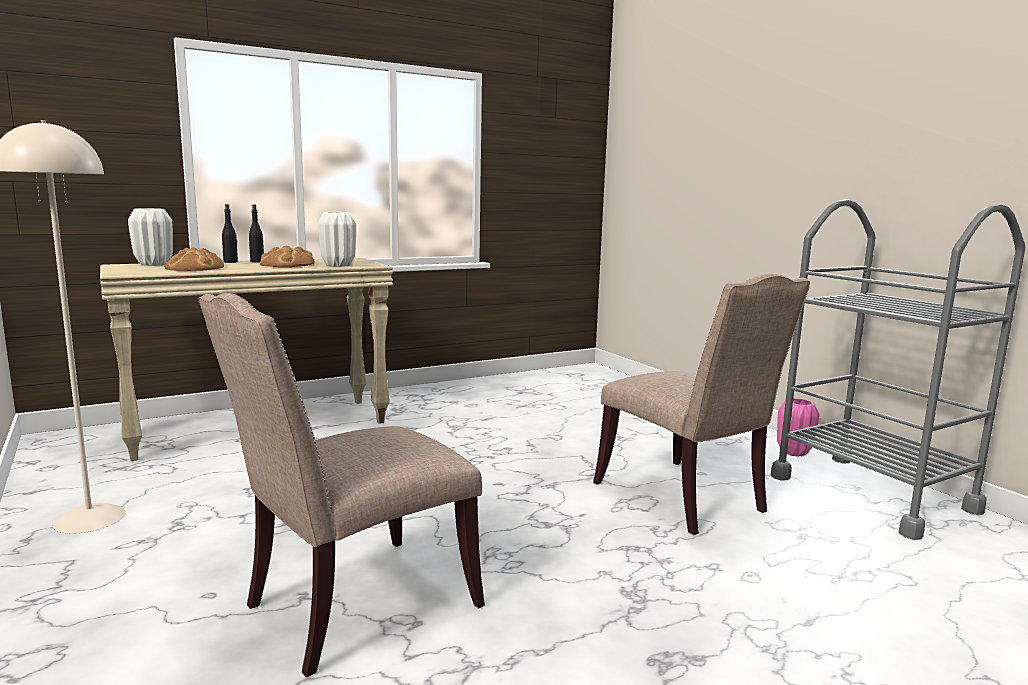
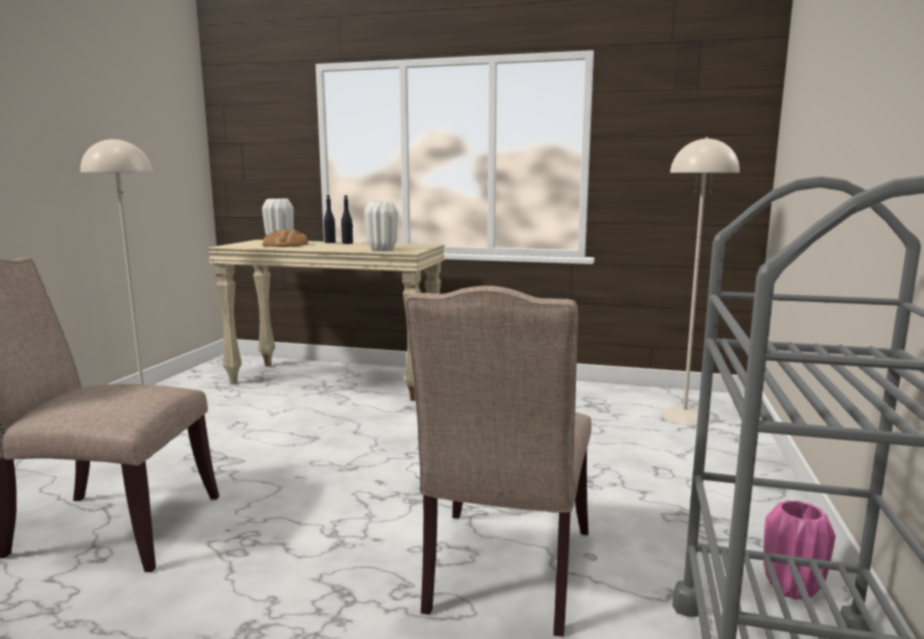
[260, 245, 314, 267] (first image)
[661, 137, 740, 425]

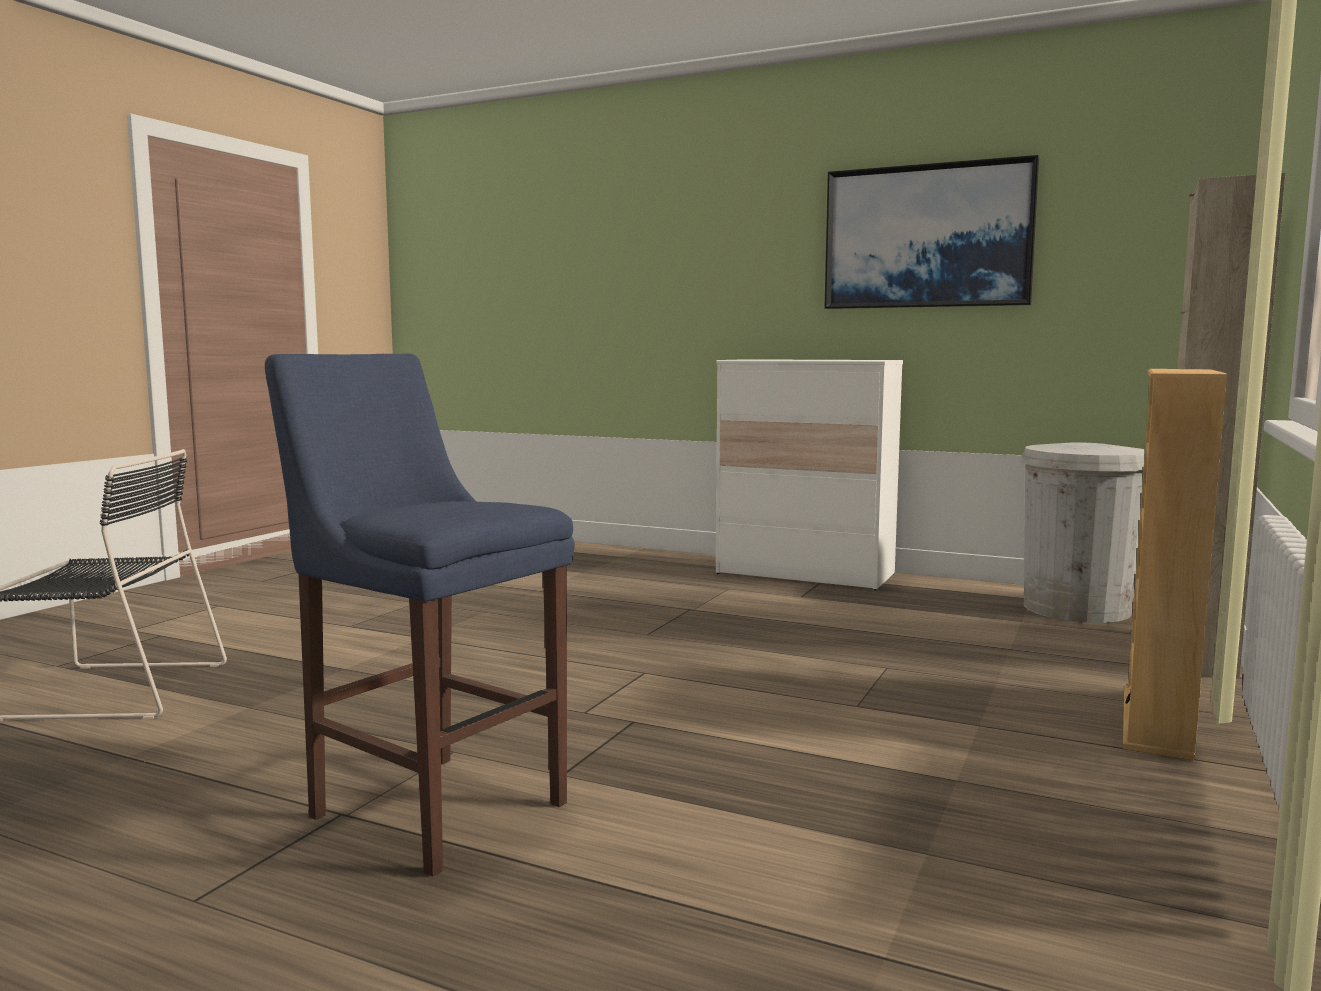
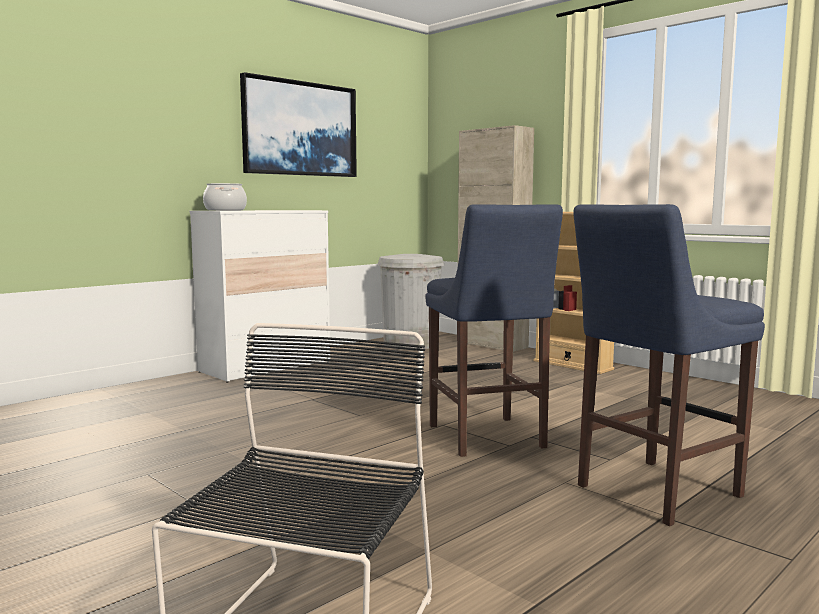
[203, 183, 247, 211]
[425, 204, 563, 457]

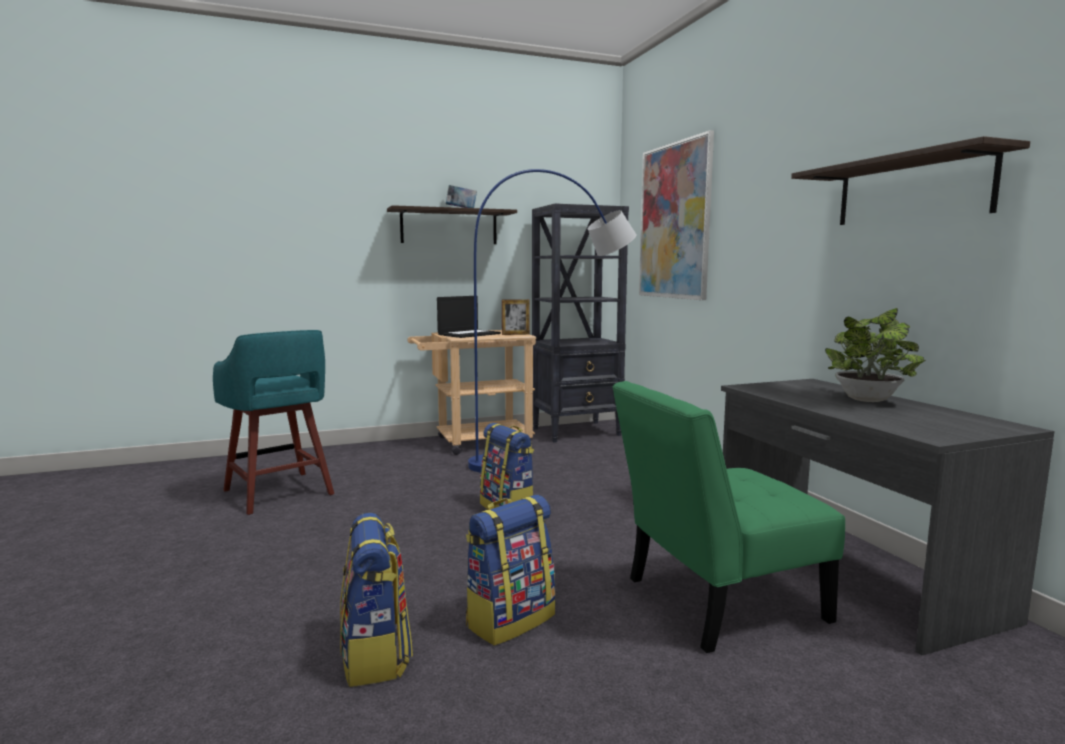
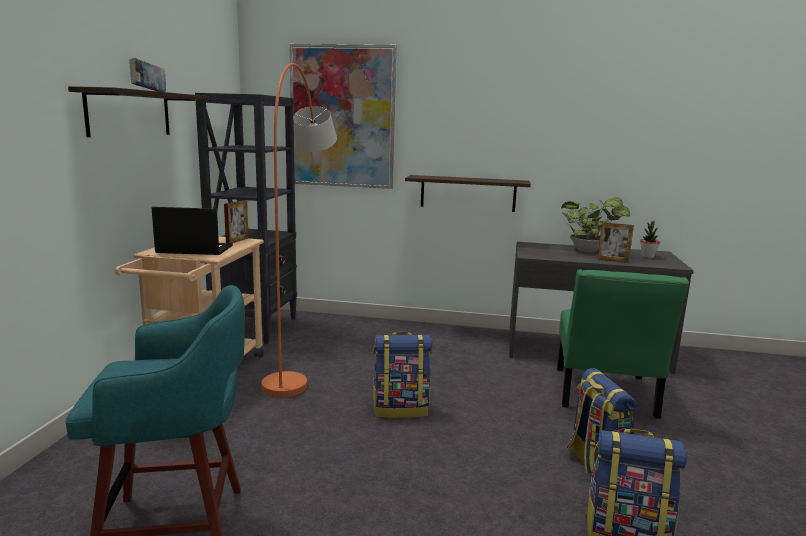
[405, 175, 531, 212]
[261, 63, 337, 398]
[152, 207, 233, 255]
[640, 221, 660, 258]
[597, 222, 634, 263]

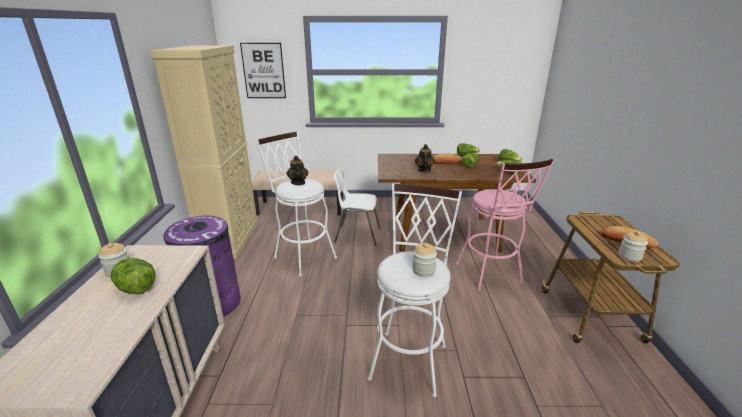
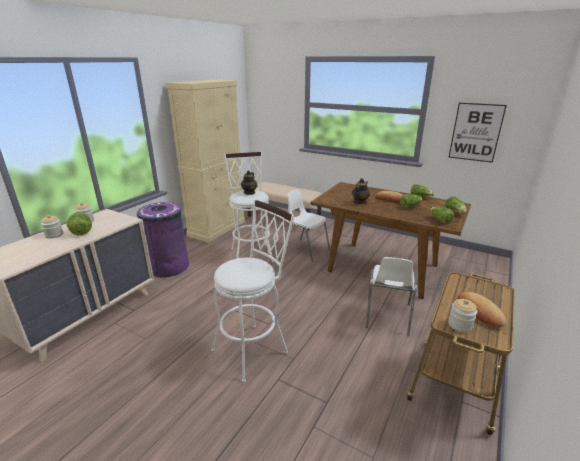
[449, 103, 507, 163]
[366, 257, 417, 335]
[41, 215, 63, 239]

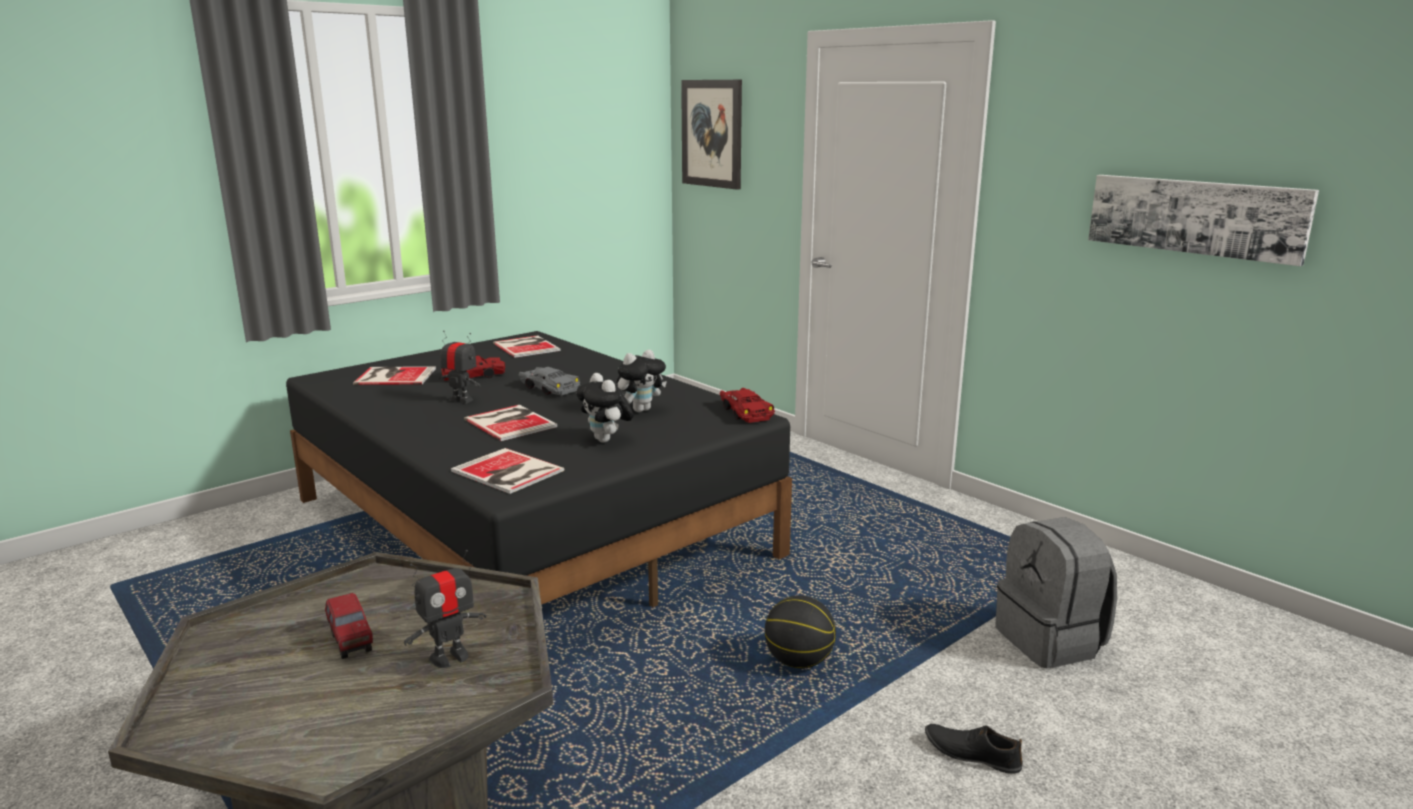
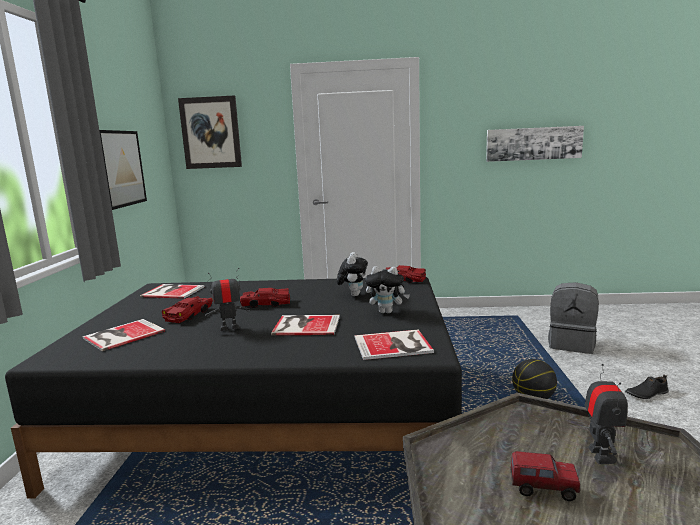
[240, 288, 290, 308]
[99, 130, 147, 210]

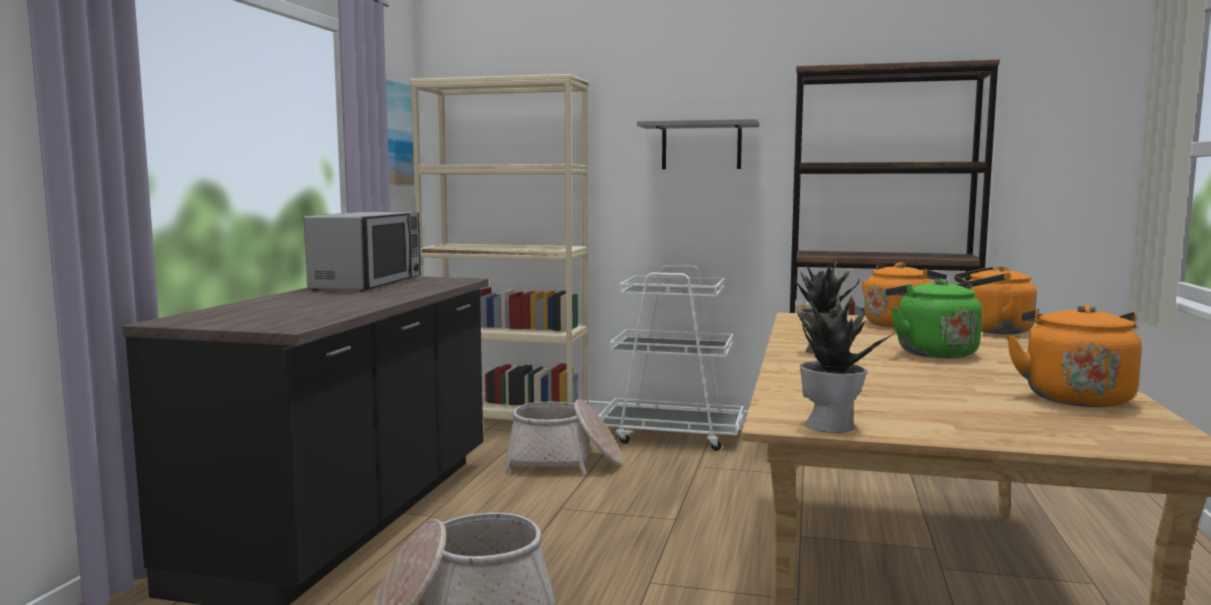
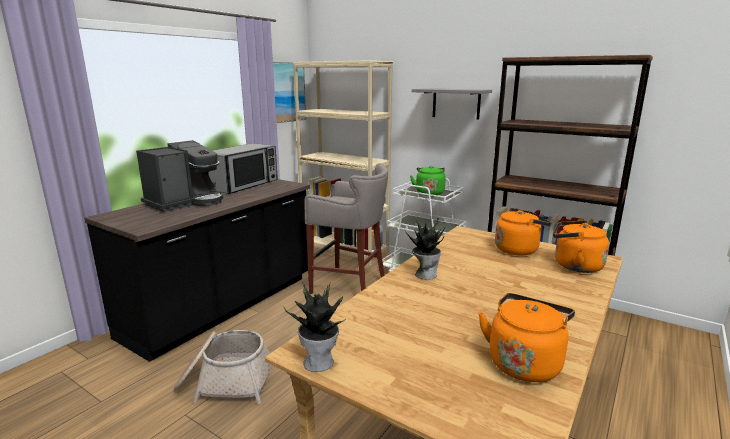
[410, 166, 446, 196]
[305, 163, 388, 294]
[136, 140, 223, 212]

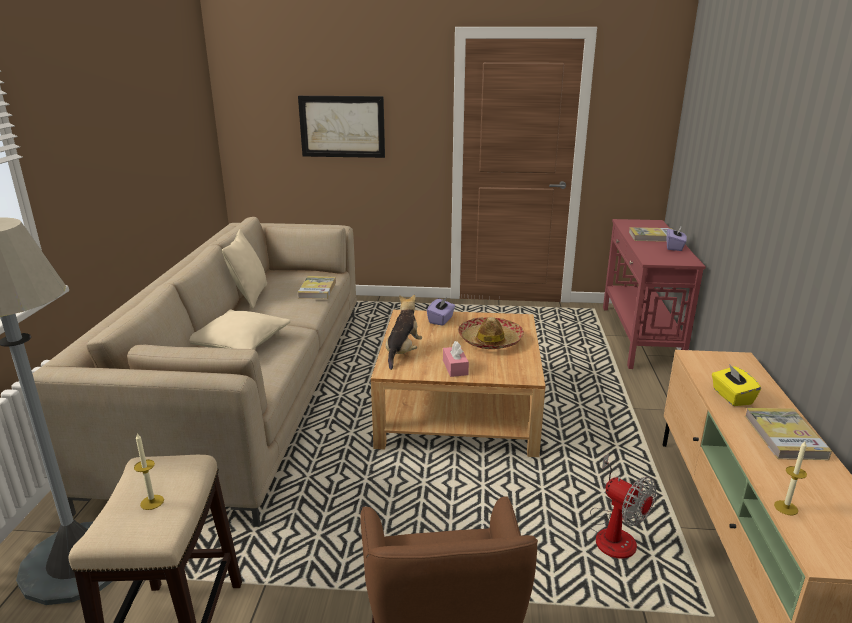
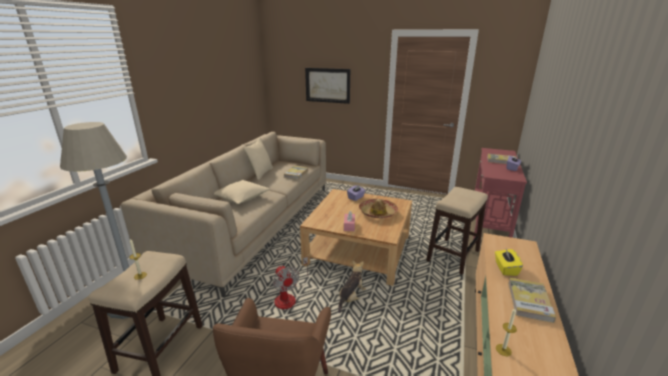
[338, 261, 366, 313]
[273, 257, 308, 309]
[426, 187, 488, 275]

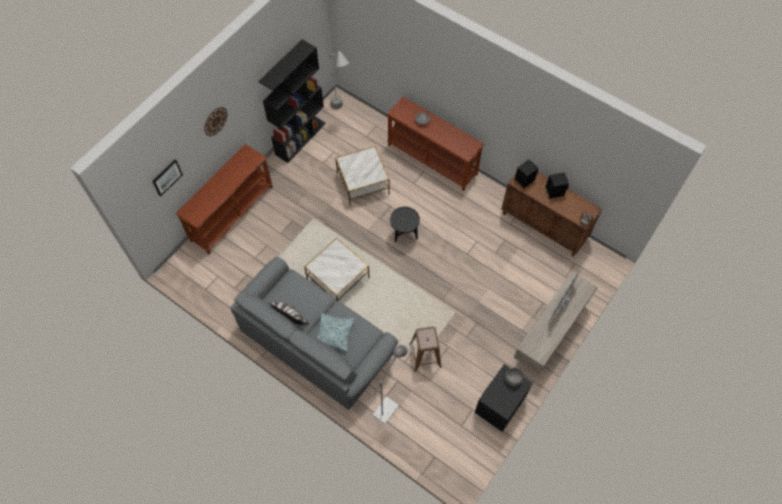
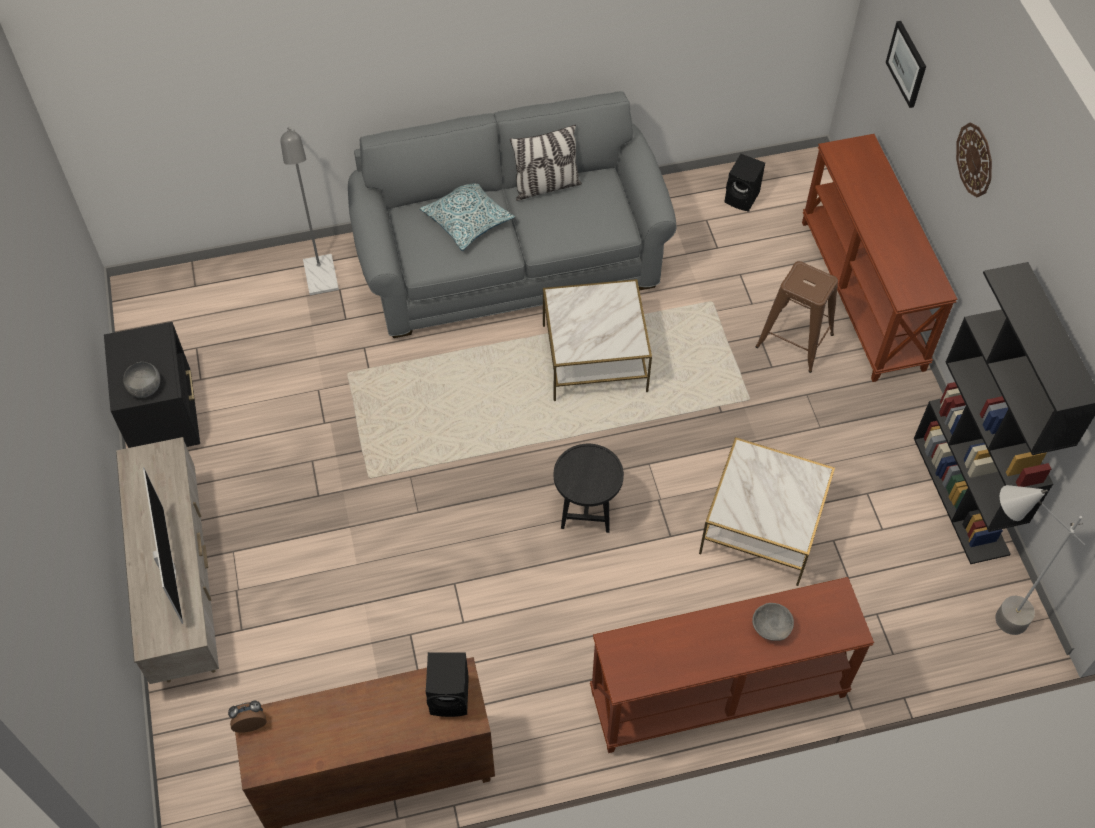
[725, 154, 765, 212]
[755, 261, 838, 373]

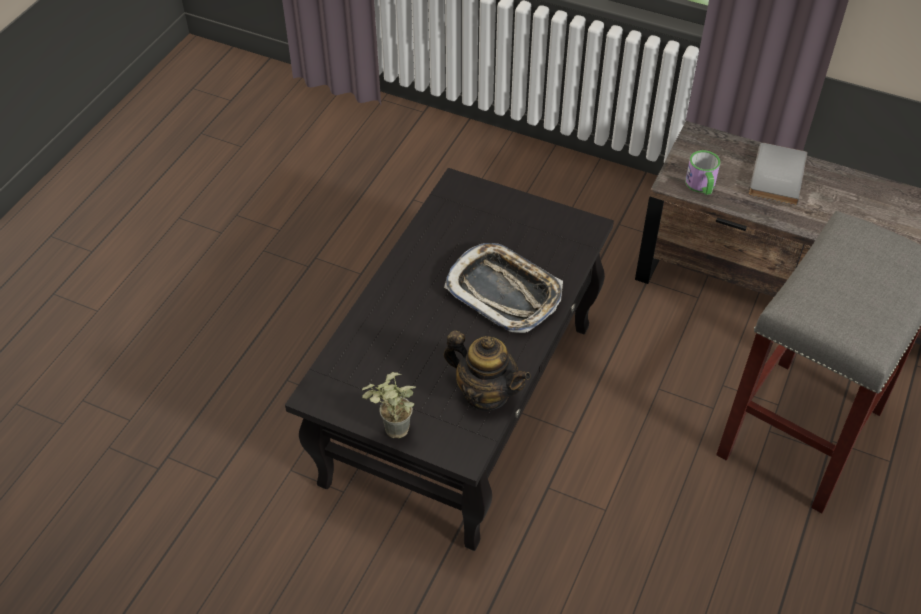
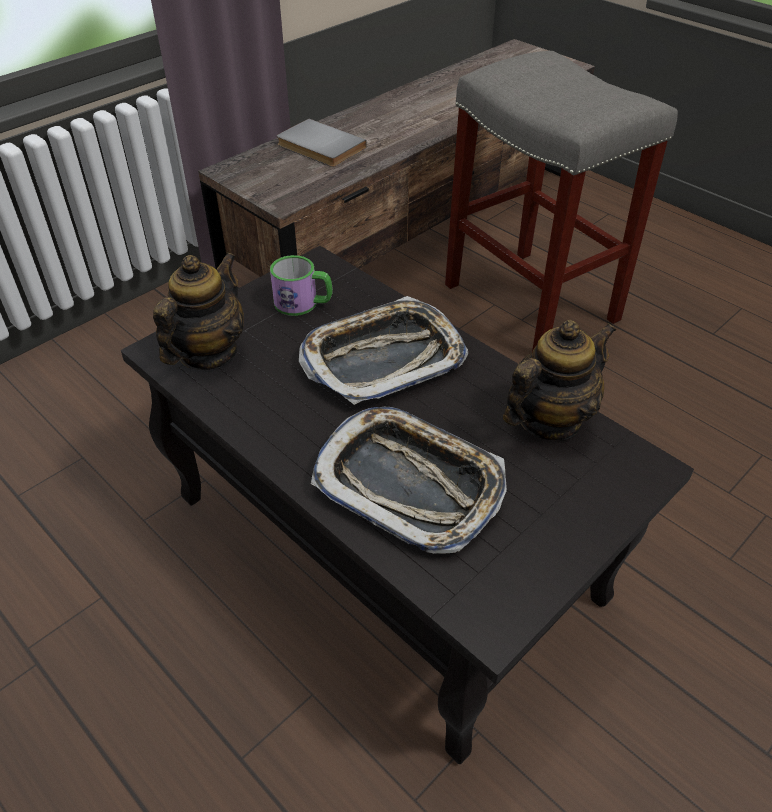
[270, 255, 333, 316]
[362, 372, 416, 438] (first image)
[153, 252, 244, 370]
[311, 407, 507, 554]

